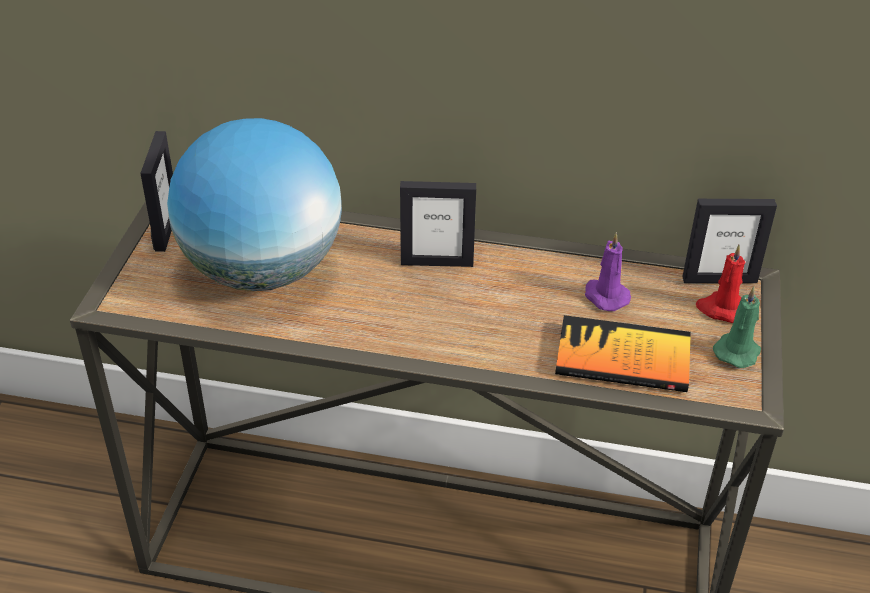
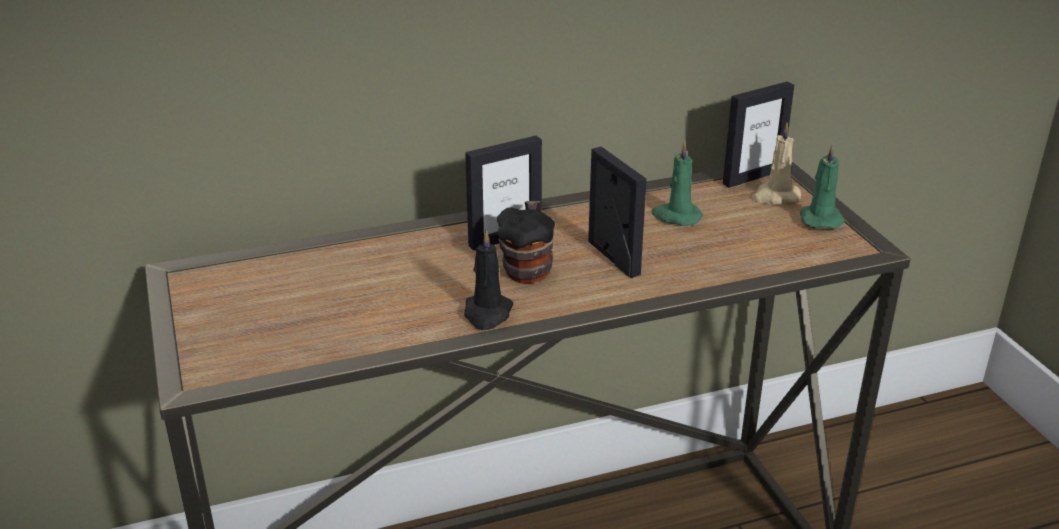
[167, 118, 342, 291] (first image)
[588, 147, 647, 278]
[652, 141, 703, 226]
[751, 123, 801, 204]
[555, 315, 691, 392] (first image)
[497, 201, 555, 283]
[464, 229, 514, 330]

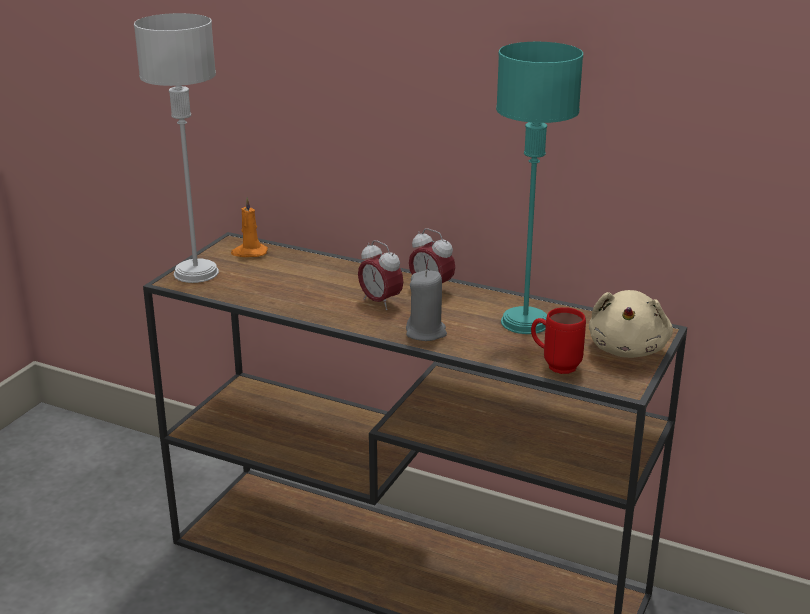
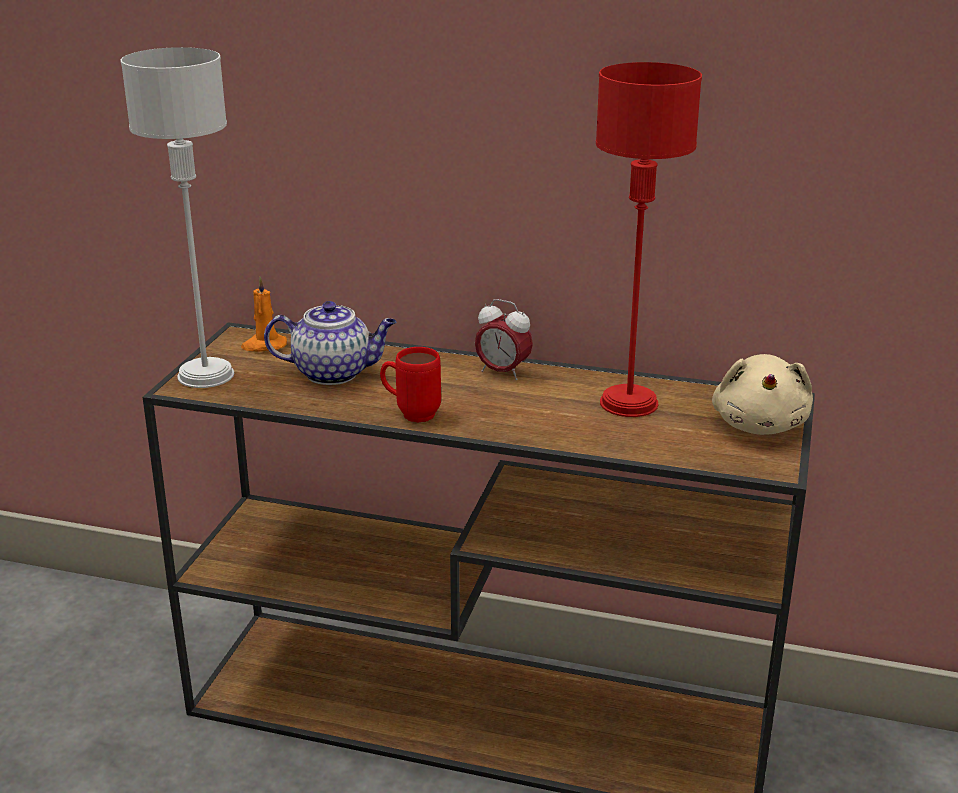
[596, 62, 702, 417]
[358, 240, 403, 310] (first image)
[406, 270, 447, 341] (first image)
[380, 347, 441, 422]
[264, 301, 396, 385]

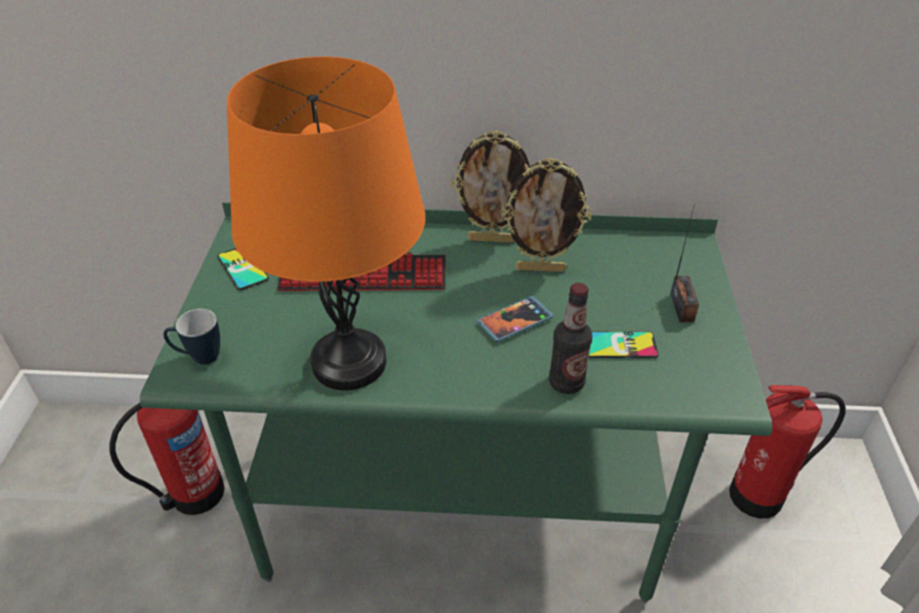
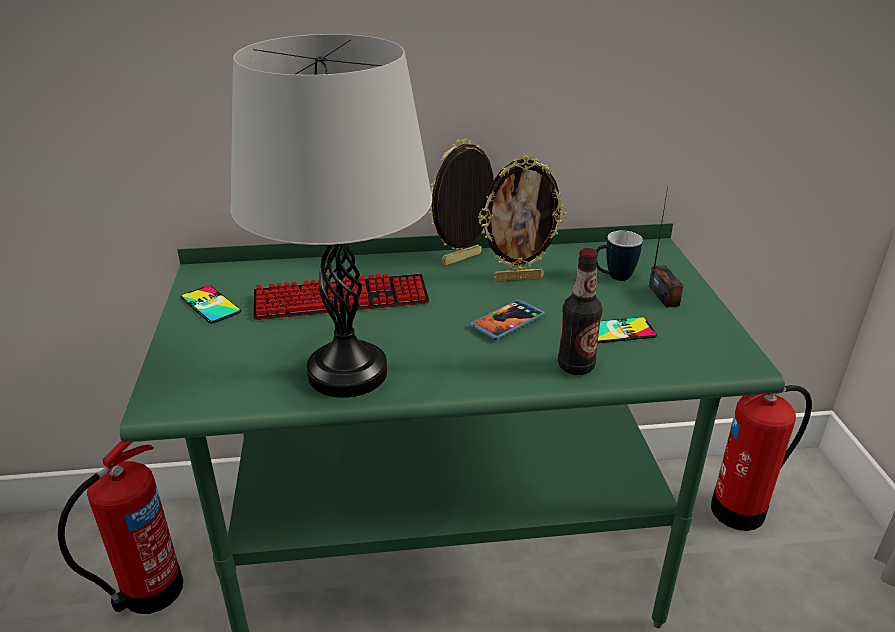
[230, 34, 432, 398]
[427, 138, 494, 265]
[596, 231, 643, 281]

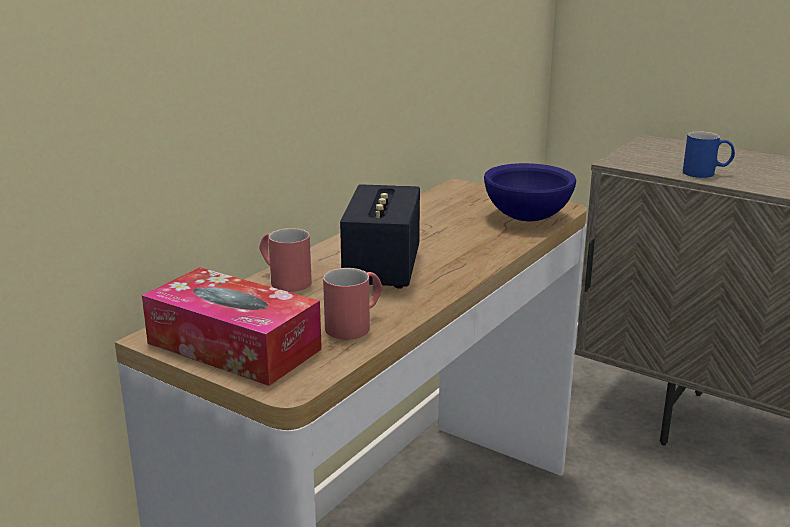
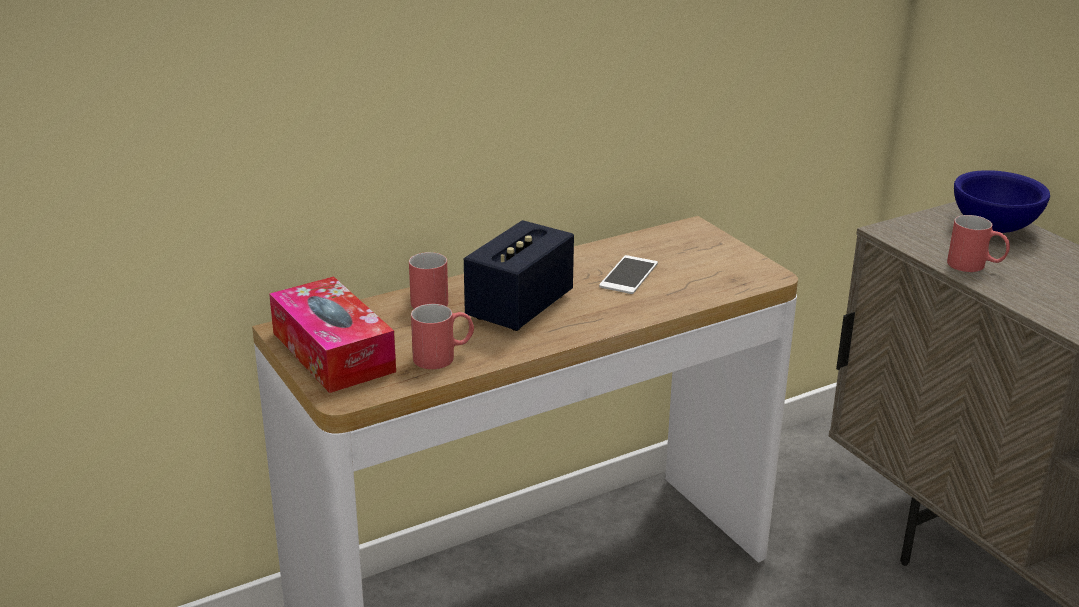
[947, 215, 1010, 272]
[954, 170, 1050, 233]
[599, 255, 658, 294]

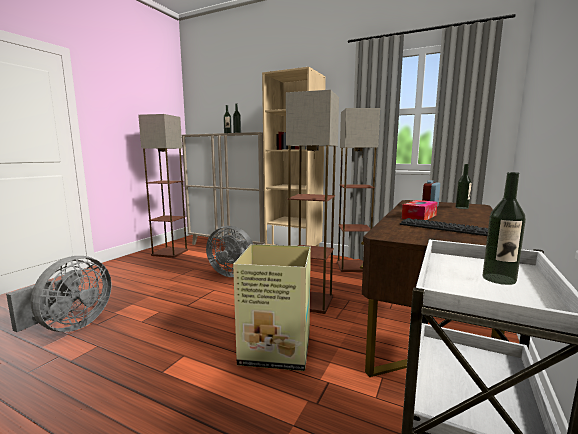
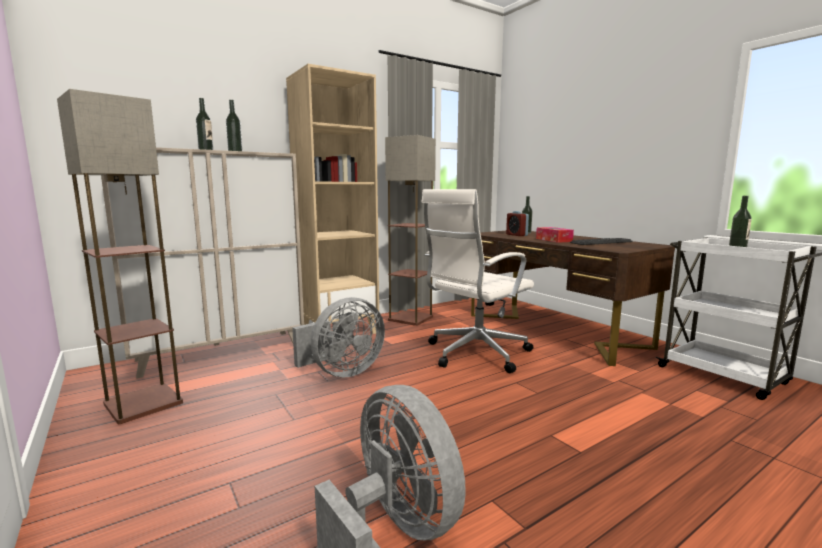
[421, 189, 534, 373]
[233, 244, 311, 371] (first image)

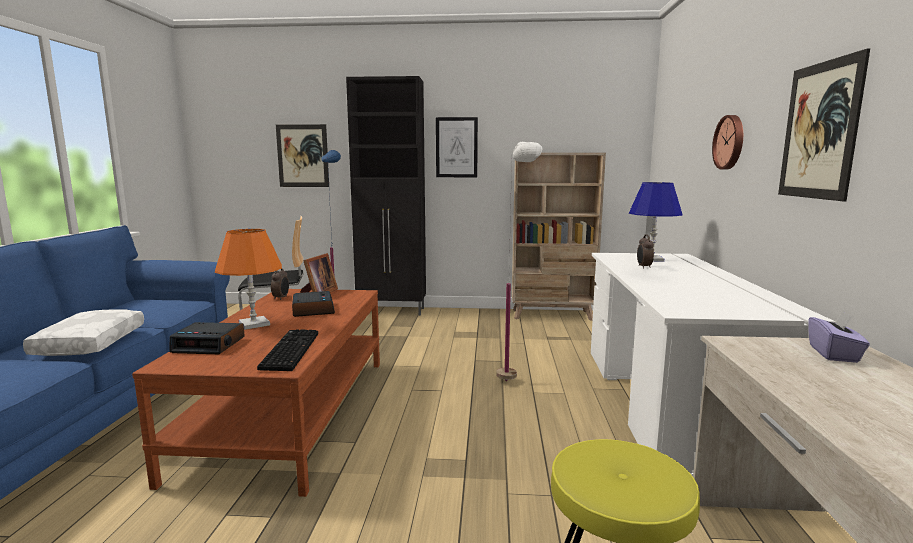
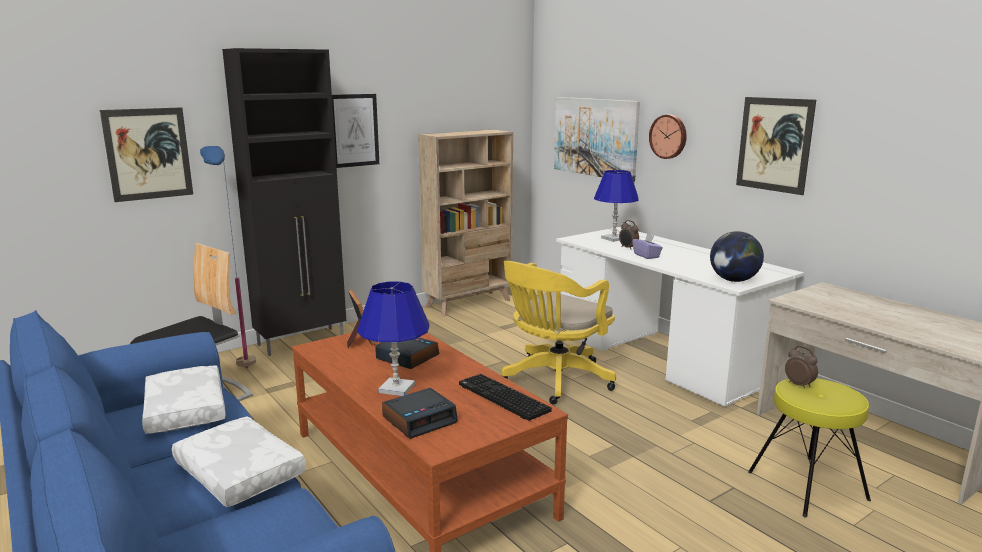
[501, 261, 616, 404]
[357, 281, 430, 396]
[785, 346, 818, 389]
[632, 233, 663, 259]
[554, 97, 640, 182]
[710, 231, 764, 282]
[142, 365, 226, 434]

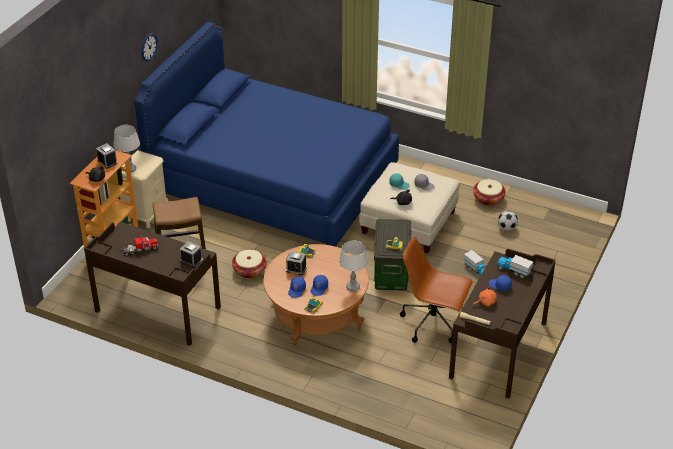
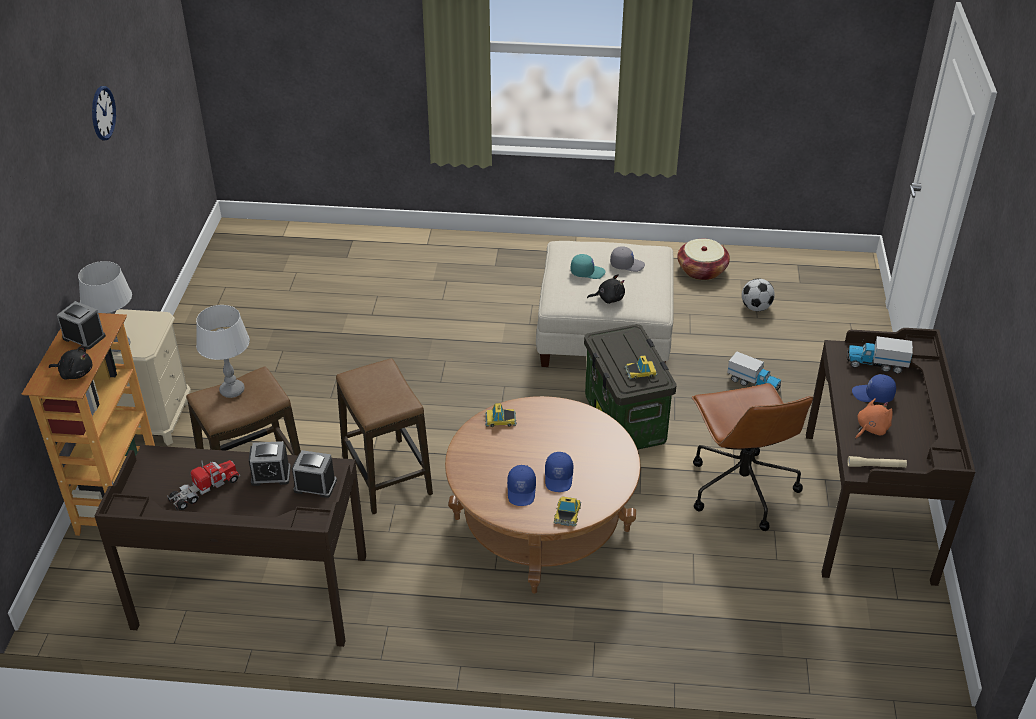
[135, 22, 399, 247] (first image)
[692, 383, 813, 531]
[196, 305, 250, 398]
[336, 358, 433, 514]
[249, 441, 291, 486]

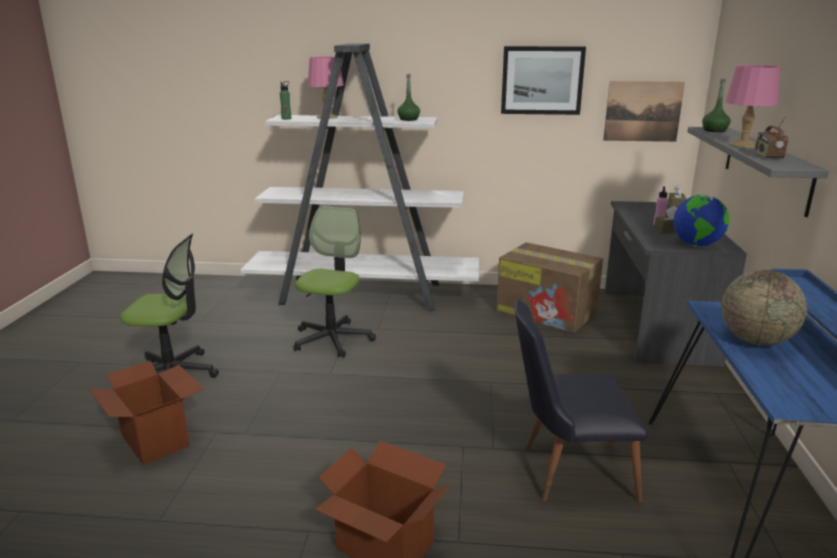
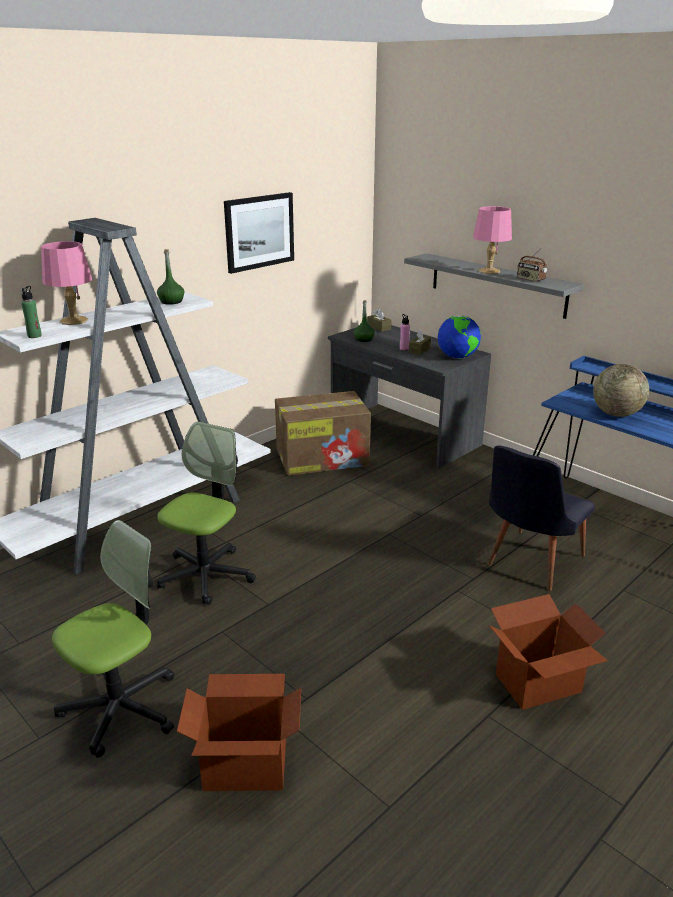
[354, 300, 375, 342]
[603, 81, 685, 142] (first image)
[157, 421, 256, 605]

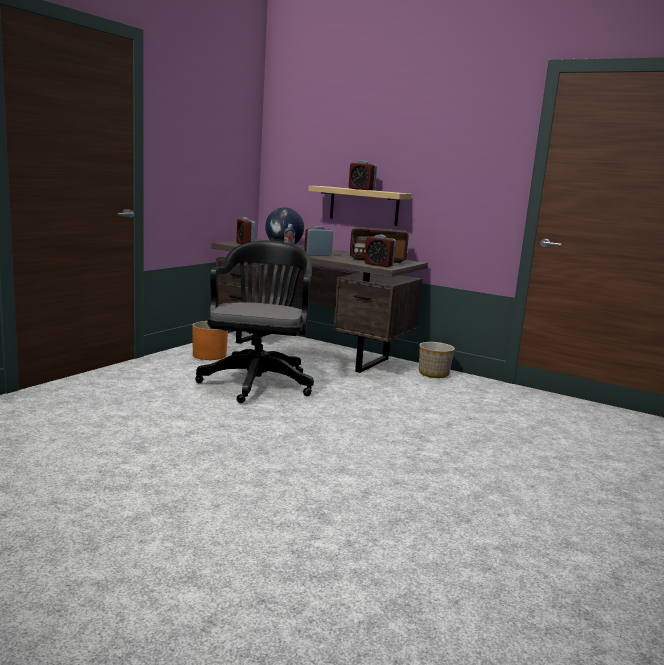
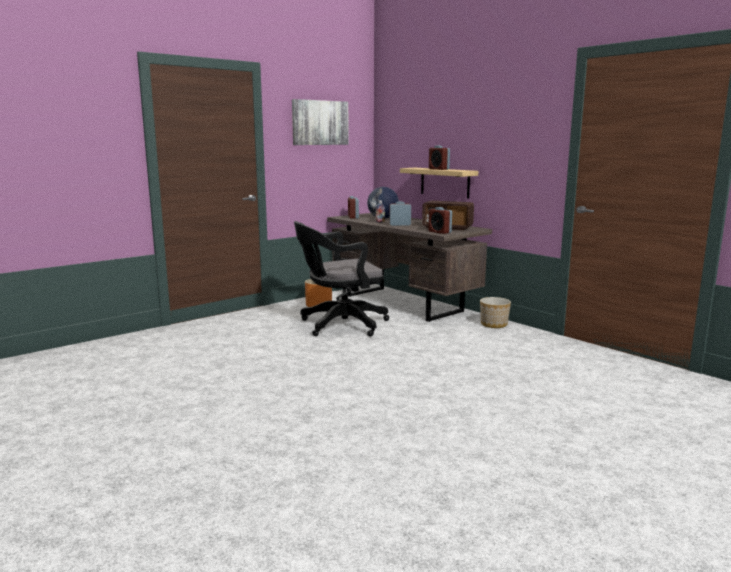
[294, 221, 389, 337]
[292, 99, 349, 145]

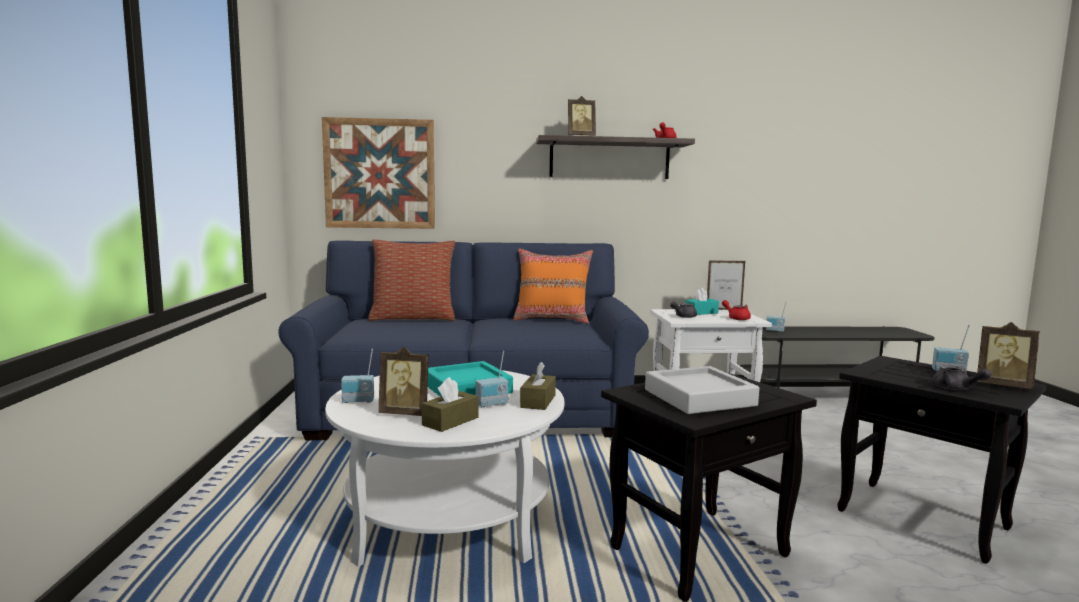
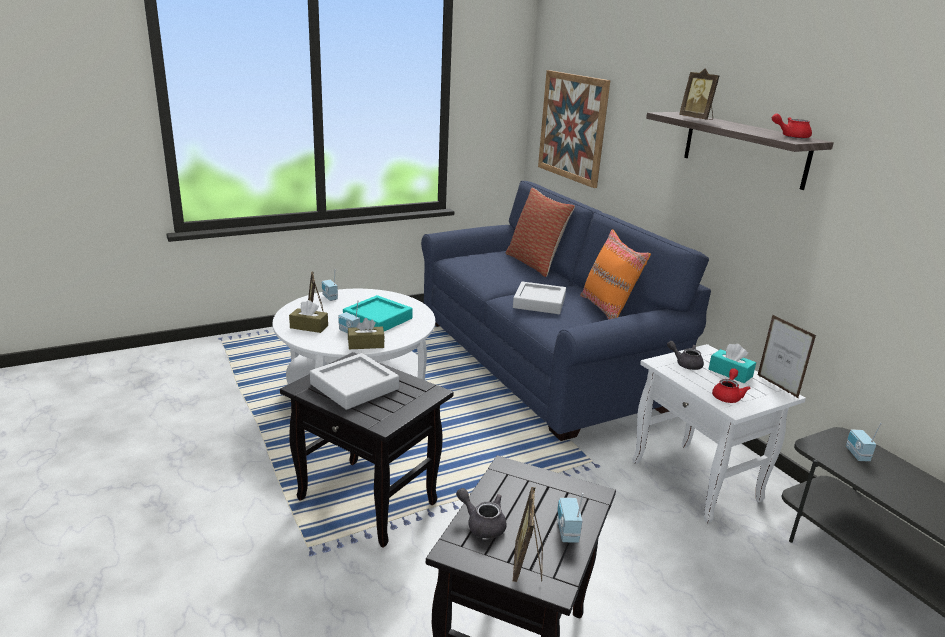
[456, 488, 507, 539]
[513, 281, 566, 314]

